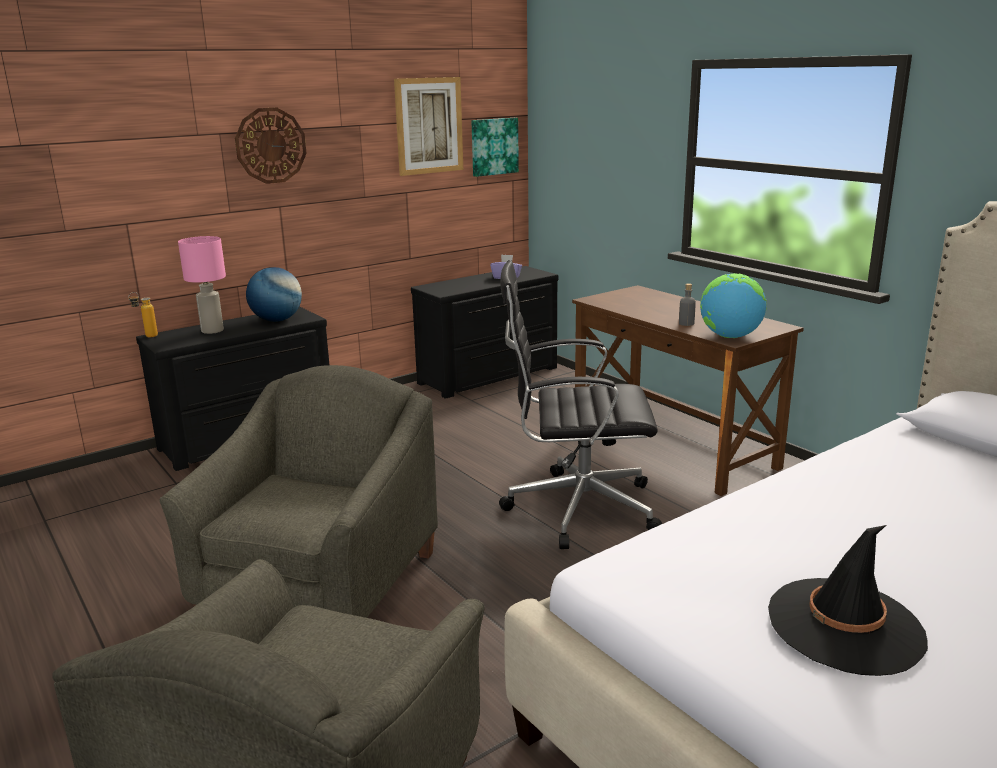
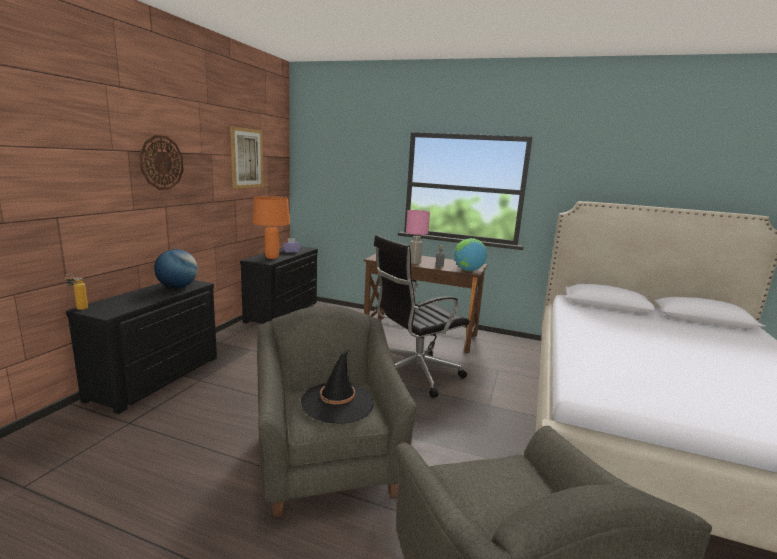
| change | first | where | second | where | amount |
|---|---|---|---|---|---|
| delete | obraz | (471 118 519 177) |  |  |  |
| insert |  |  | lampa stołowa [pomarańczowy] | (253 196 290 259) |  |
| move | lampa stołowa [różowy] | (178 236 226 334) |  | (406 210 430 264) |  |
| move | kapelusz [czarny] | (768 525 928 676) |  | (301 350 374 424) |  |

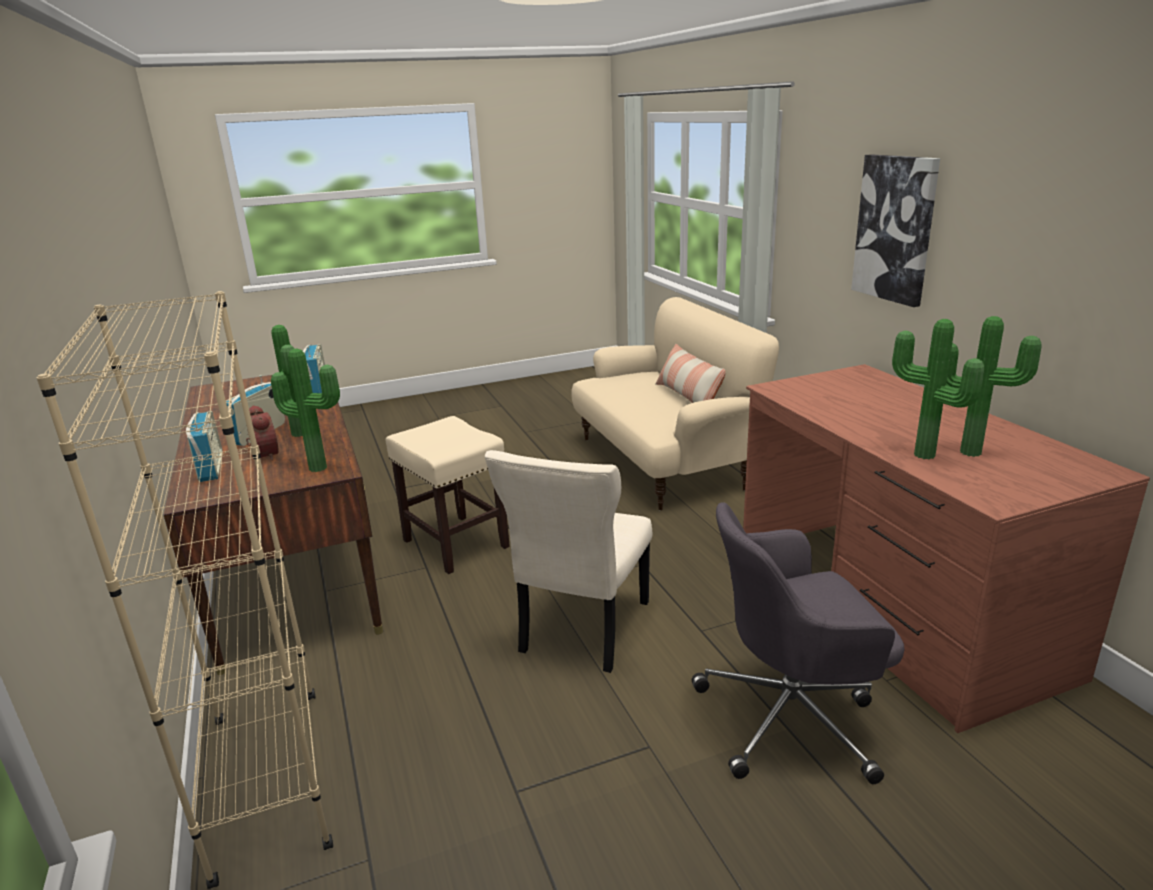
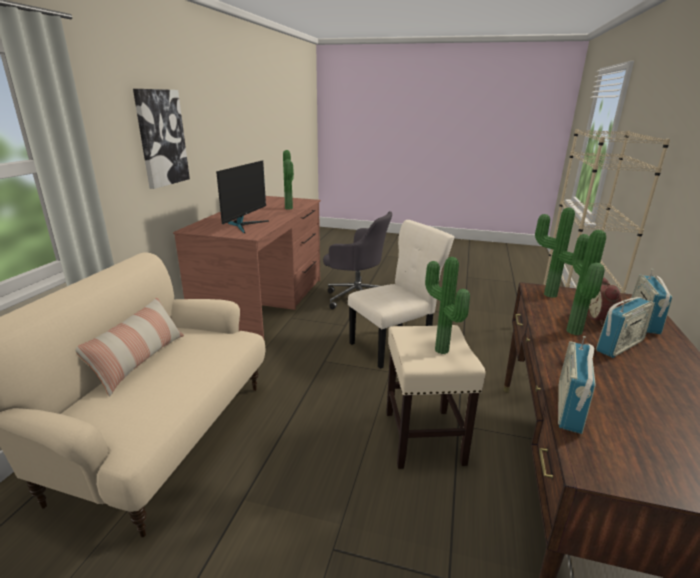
| change | first | where | second | where | amount |
|---|---|---|---|---|---|
| insert |  |  | monitor | (216 160 269 233) |  |
| move | roślina doniczkowa | (946 316 1042 457) |  | (425 257 470 354) |  |

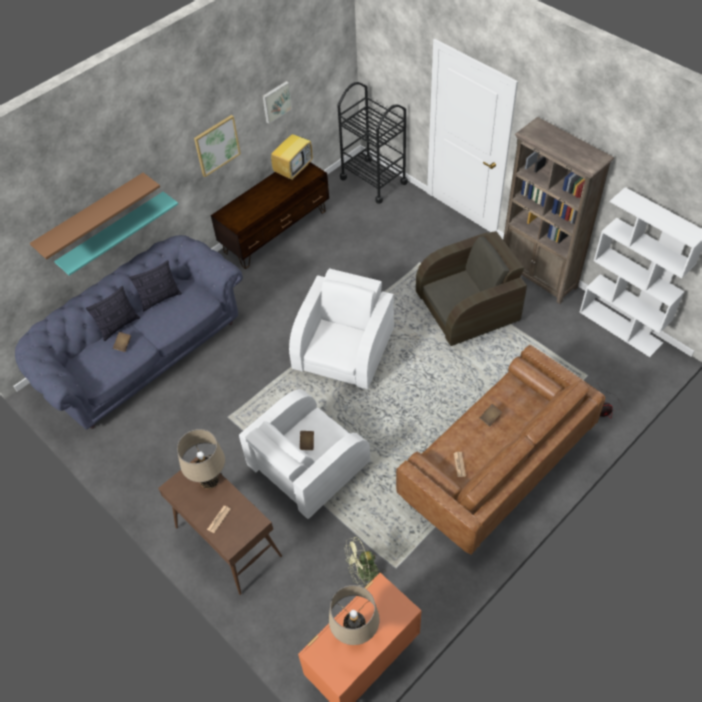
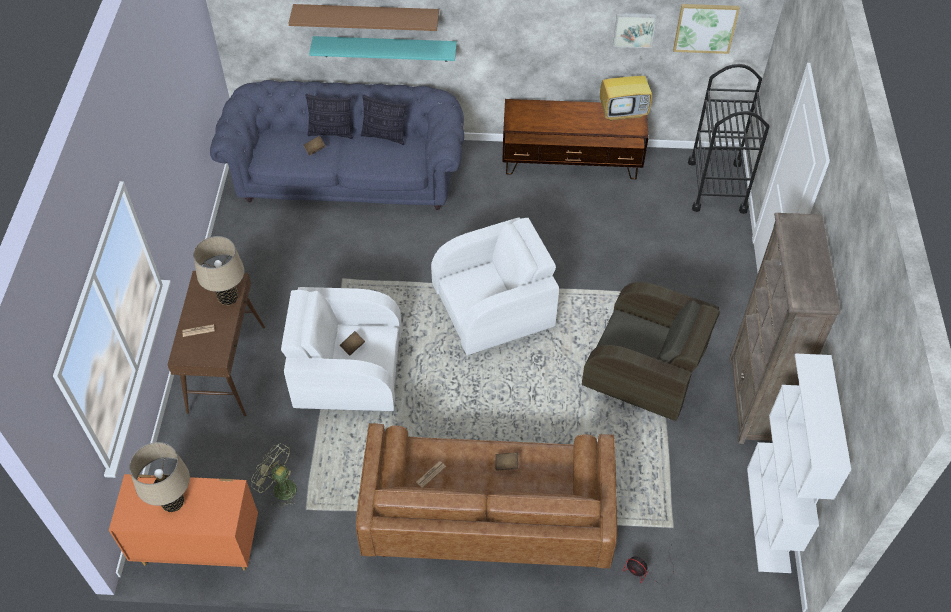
| change | first | where | second | where | amount |
|---|---|---|---|---|---|
| move | obraz | (194 115 241 177) |  | (673 4 740 54) |  |

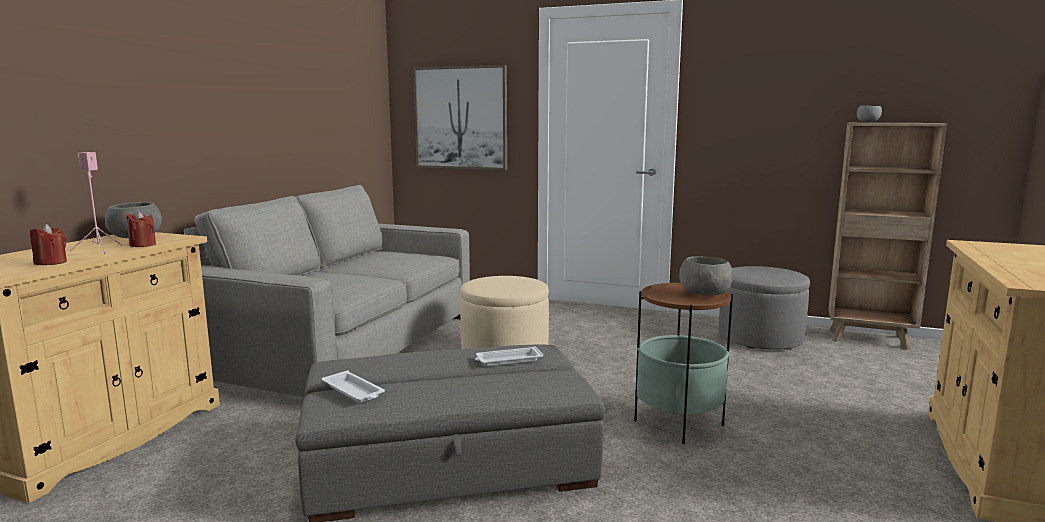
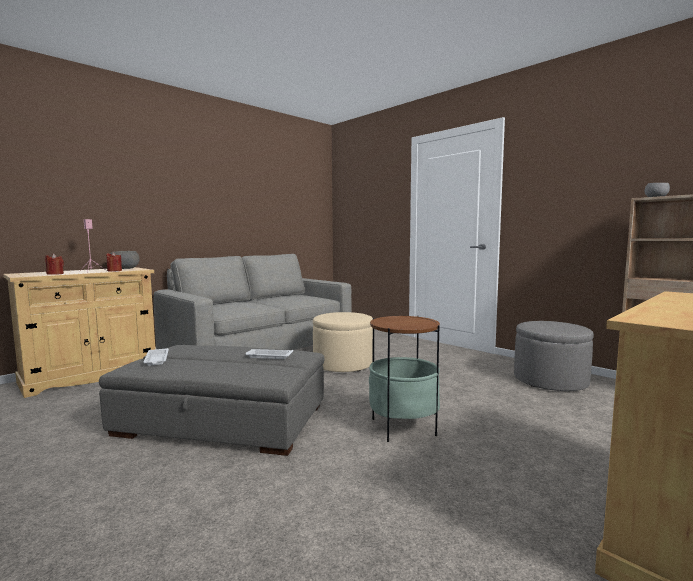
| change | first | where | second | where | amount |
|---|---|---|---|---|---|
| delete | obraz | (413 65 507 170) |  |  |  |
| delete | miska [szary] | (679 256 733 296) |  |  |  |

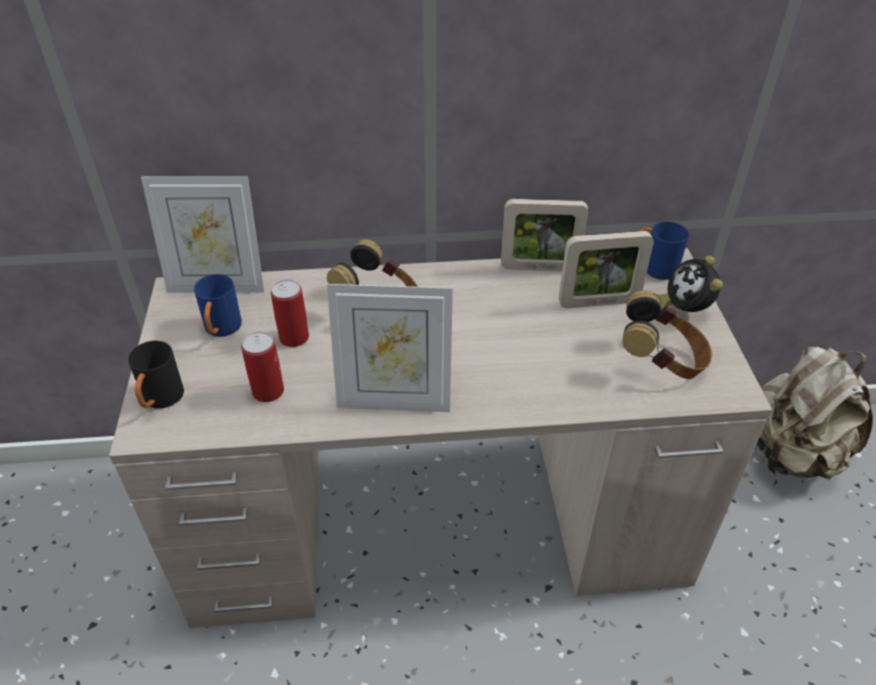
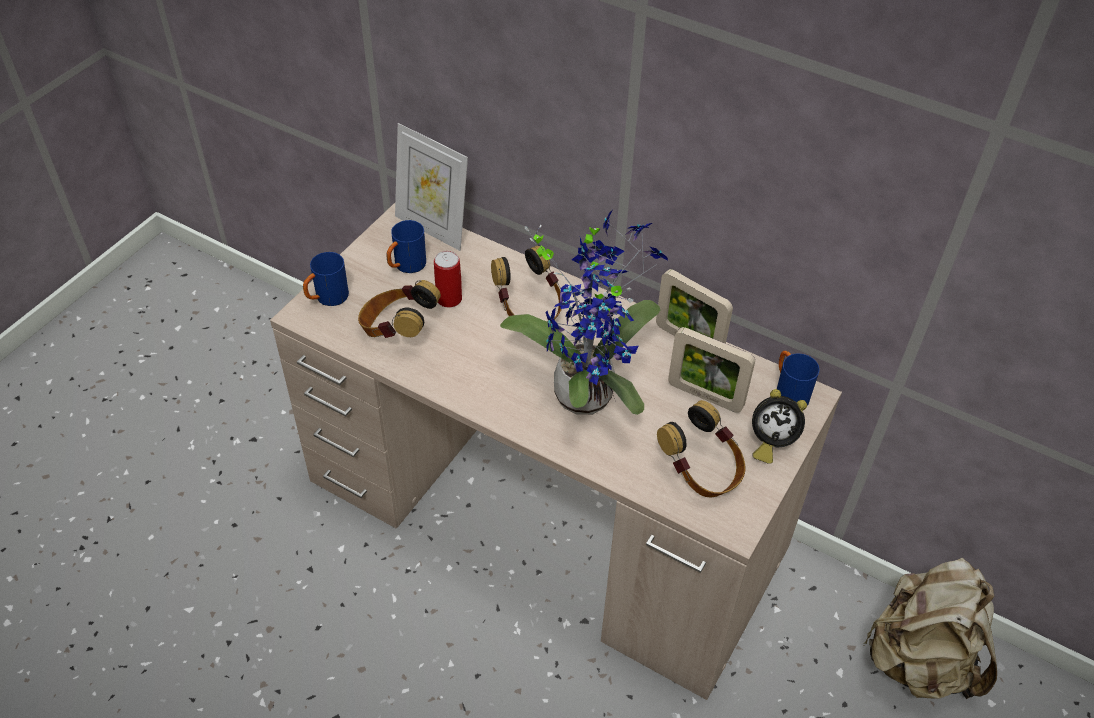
| change | first | where | second | where | amount |
|---|---|---|---|---|---|
| delete | ramka na zdjęcie | (327 284 453 412) |  |  |  |
| insert |  |  | roślina doniczkowa | (500 211 668 415) |  |
| replace | puszka | (241 332 284 402) | słuchawki | (358 280 441 338) |  |
| recolor | kubek [czarny] | (128 341 184 409) | kubek [niebieski] | (303 252 349 306) |  |
| rotate | budzik | (657 255 723 312) |  | (752 389 807 464) | 105 degrees counterclockwise |

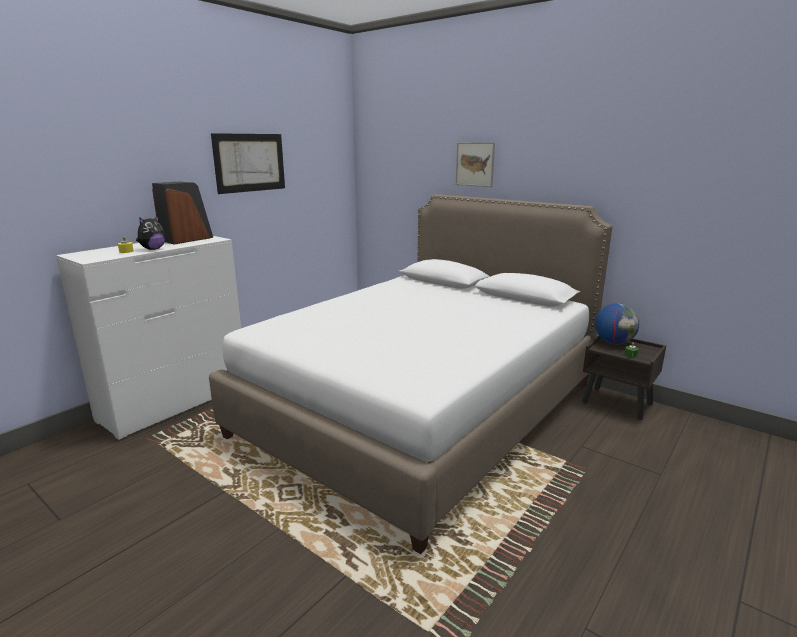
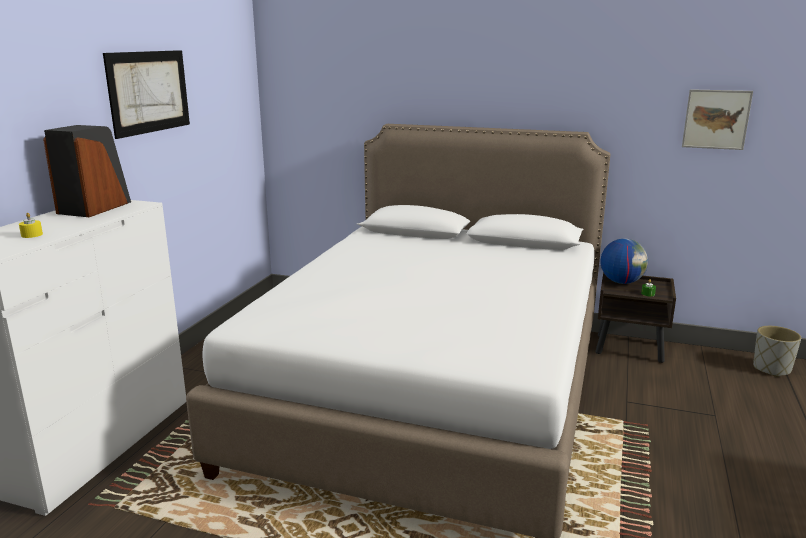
| change | first | where | second | where | amount |
|---|---|---|---|---|---|
| delete | pluszak | (136 216 166 250) |  |  |  |
| insert |  |  | donica [szary] | (753 326 801 377) |  |
| move | obraz | (456 142 495 187) |  | (682 89 753 150) |  |

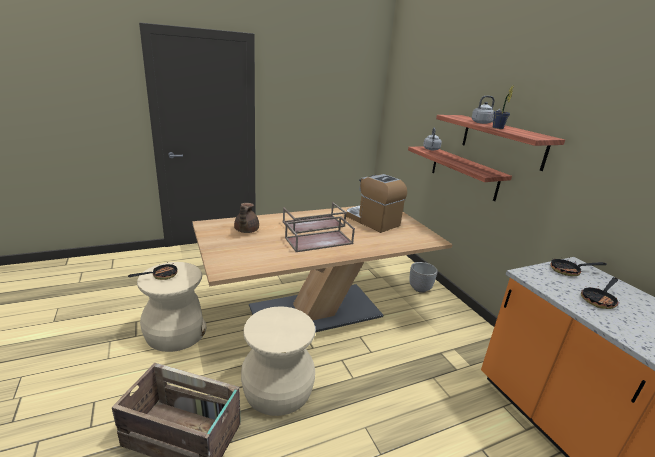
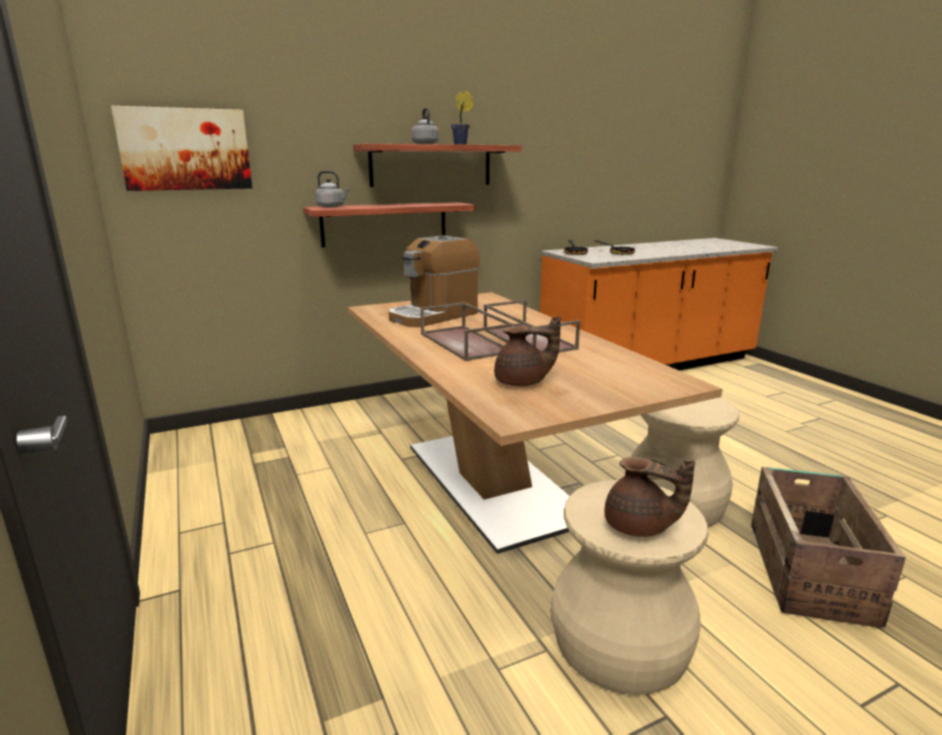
| change | first | where | second | where | amount |
|---|---|---|---|---|---|
| delete | donica | (409 262 438 293) |  |  |  |
| insert |  |  | obraz | (111 106 252 191) |  |
| replace | patelnia | (128 262 178 280) | imbryk [brązowy] | (605 457 695 537) |  |

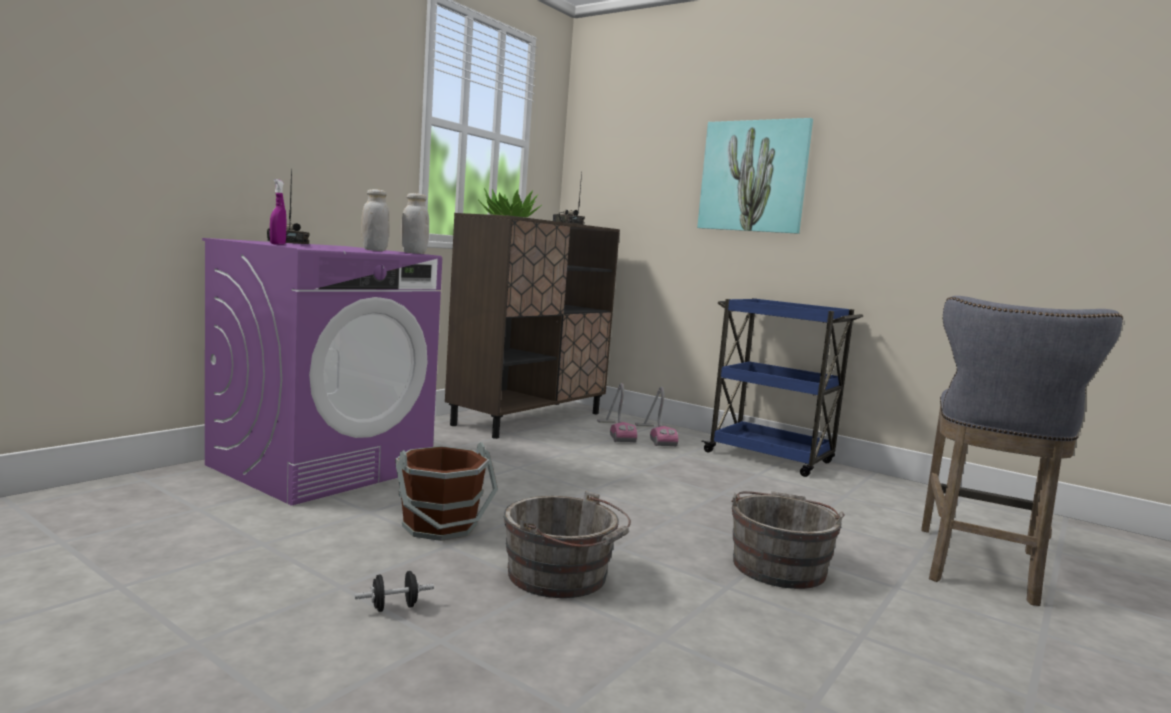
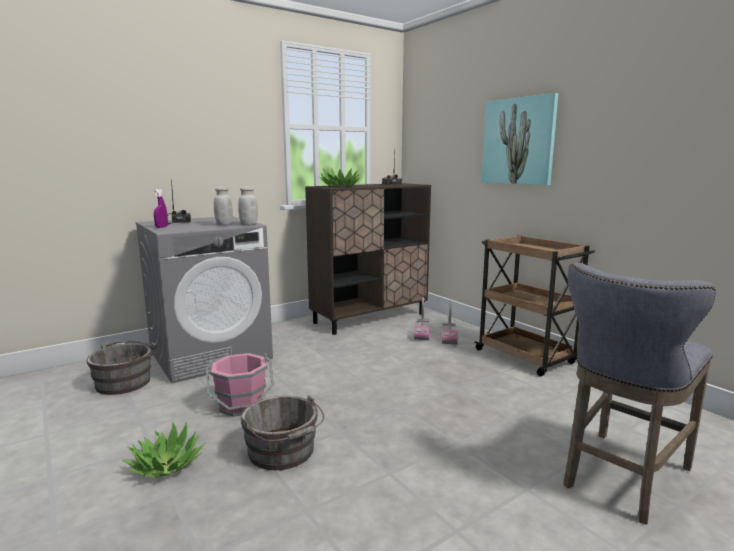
| change | first | where | second | where | amount |
|---|---|---|---|---|---|
| move | wiadro [szary] | (732 491 845 589) |  | (87 341 158 395) |  |
| replace | hantel [czarny] | (355 571 434 612) | roślina doniczkowa | (122 422 206 478) |  |
| recolor | pralka [fioletowy] | (202 238 442 505) | pralka [szary] | (136 216 273 383) |  |
| recolor | wiadro [brązowy] | (395 442 498 541) | wiadro [różowy] | (206 353 274 416) |  |
| recolor | wózek [niebieski] | (701 298 863 477) | wózek [brązowy] | (475 235 595 376) |  |

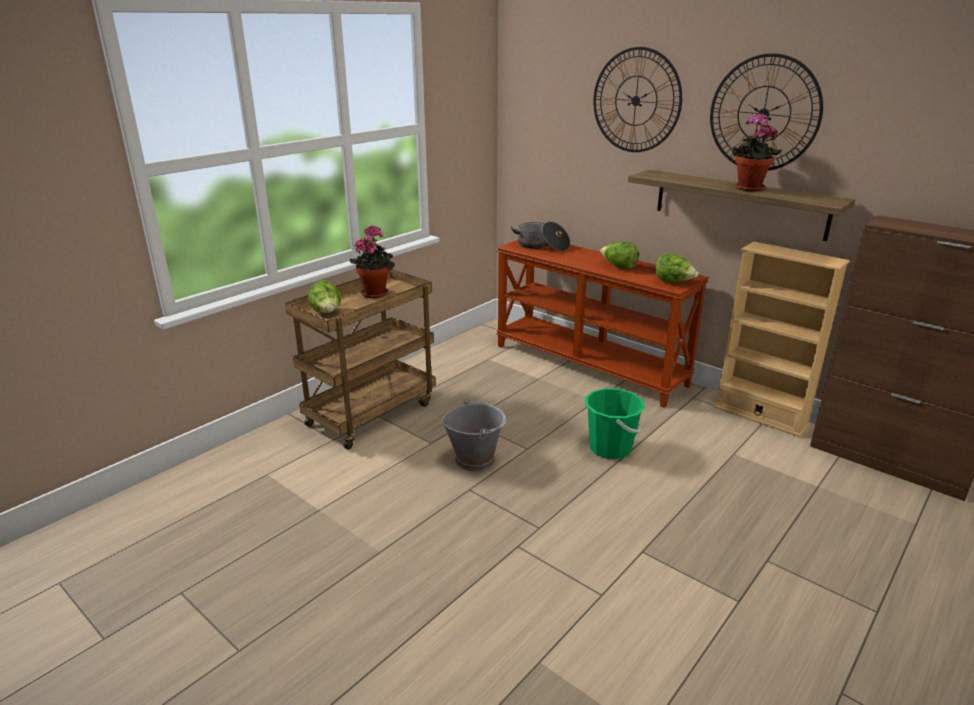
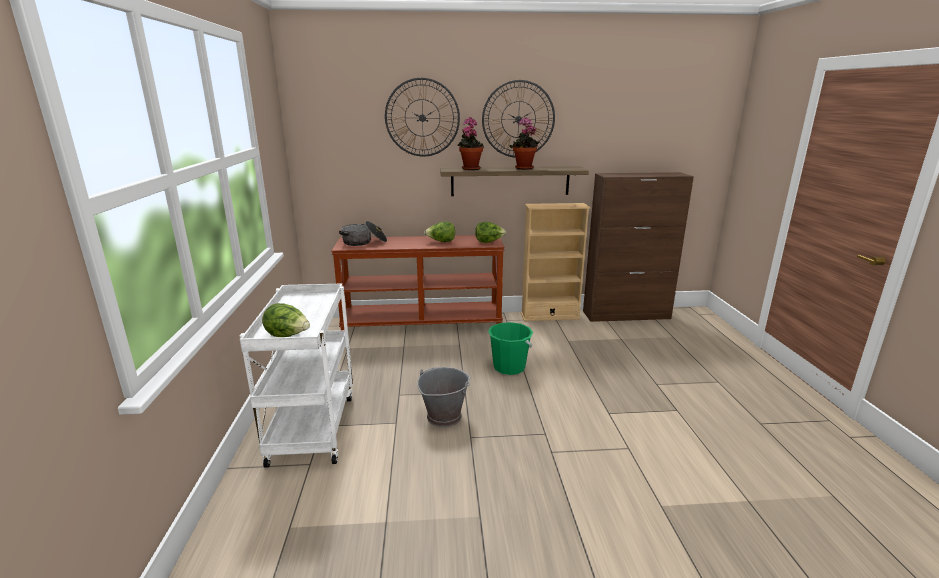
| change | first | where | second | where | amount |
|---|---|---|---|---|---|
| move | roślina doniczkowa | (350 225 395 298) |  | (458 117 484 170) |  |
| recolor | wózek [brązowy] | (285 269 436 449) | wózek [biały] | (240 284 353 468) |  |

